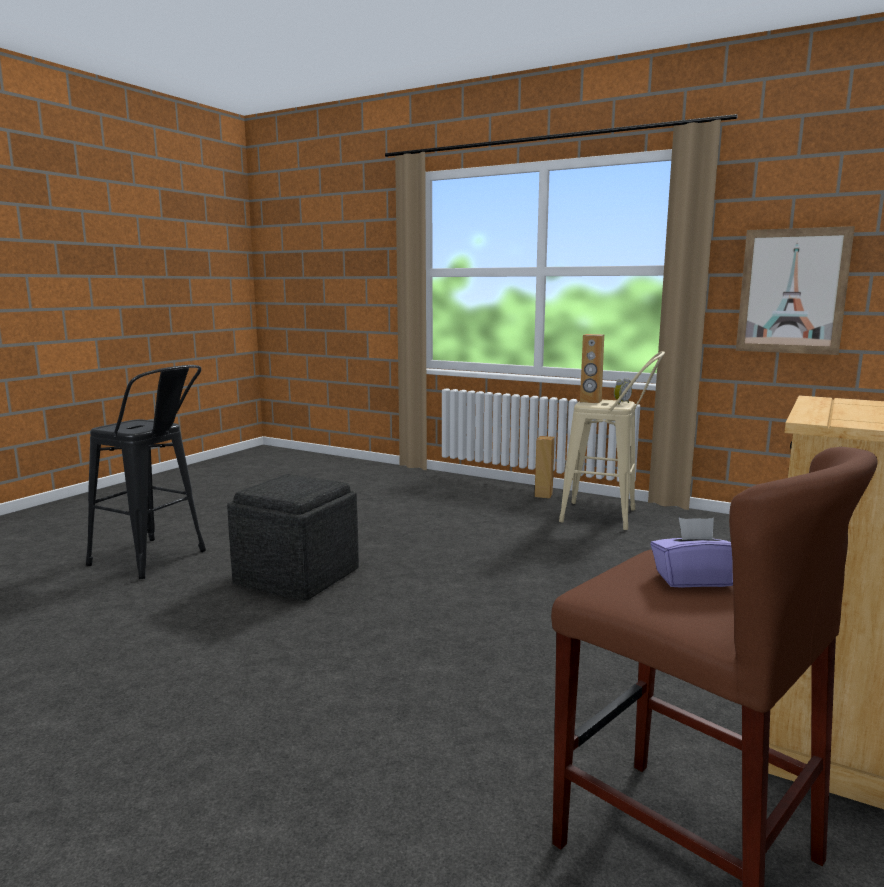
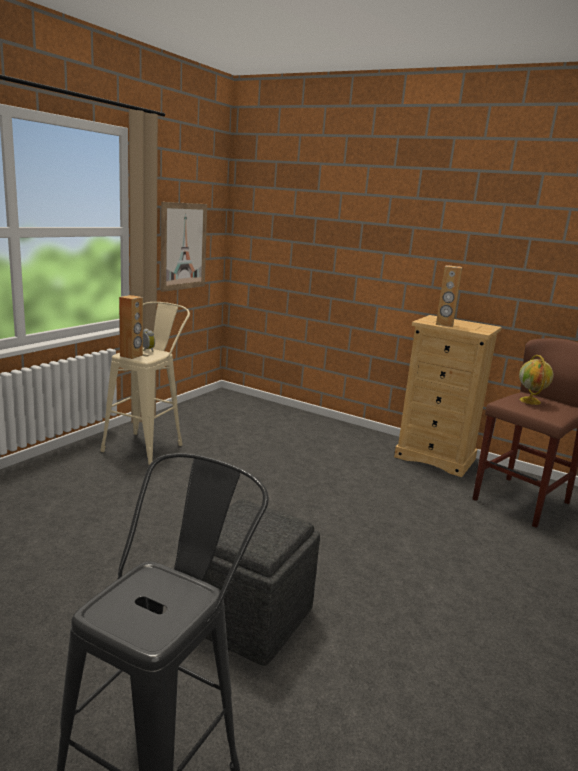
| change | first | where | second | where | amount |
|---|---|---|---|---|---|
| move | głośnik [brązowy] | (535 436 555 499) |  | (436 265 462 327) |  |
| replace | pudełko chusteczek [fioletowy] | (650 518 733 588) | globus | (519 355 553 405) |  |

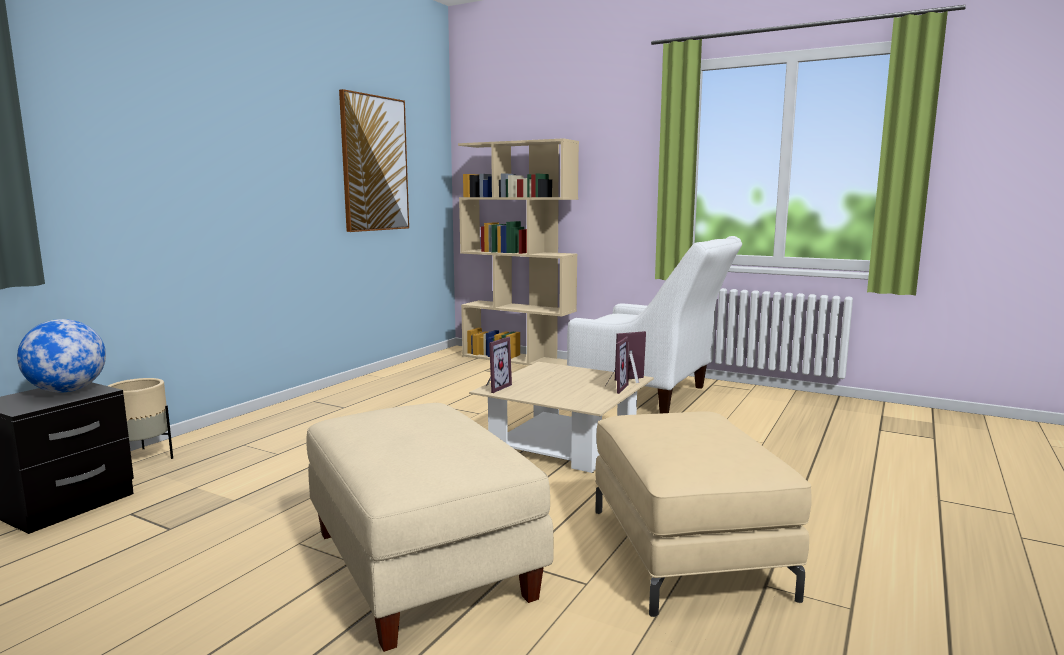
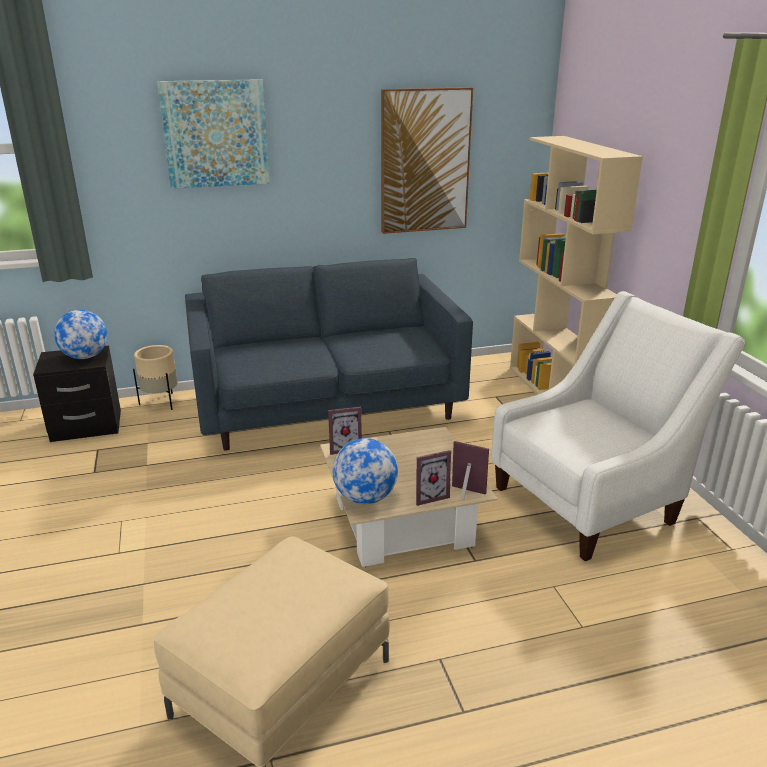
| change | first | where | second | where | amount |
|---|---|---|---|---|---|
| delete | pufa [beżowy] | (306 403 553 652) |  |  |  |
| insert |  |  | obraz | (157 79 270 189) |  |
| insert |  |  | kanapa [niebieski] | (185 258 473 451) |  |
| insert |  |  | globus | (332 438 398 504) |  |
| rotate | fotel [biały] | (567 236 742 413) |  | (491 291 745 561) | 105 degrees counterclockwise |

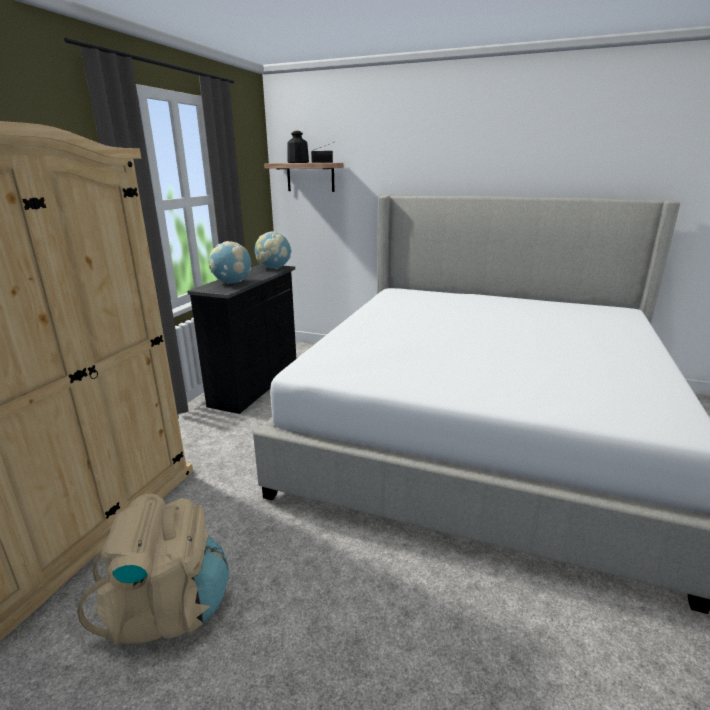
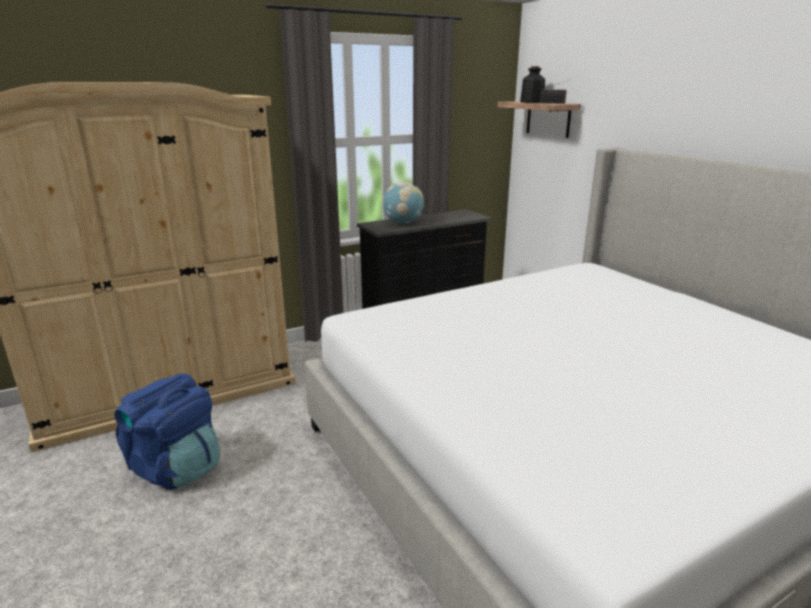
| change | first | where | second | where | amount |
|---|---|---|---|---|---|
| delete | globus | (255 231 292 269) |  |  |  |
| recolor | plecak [beżowy] | (77 494 229 646) | plecak [niebieski] | (114 374 220 490) |  |

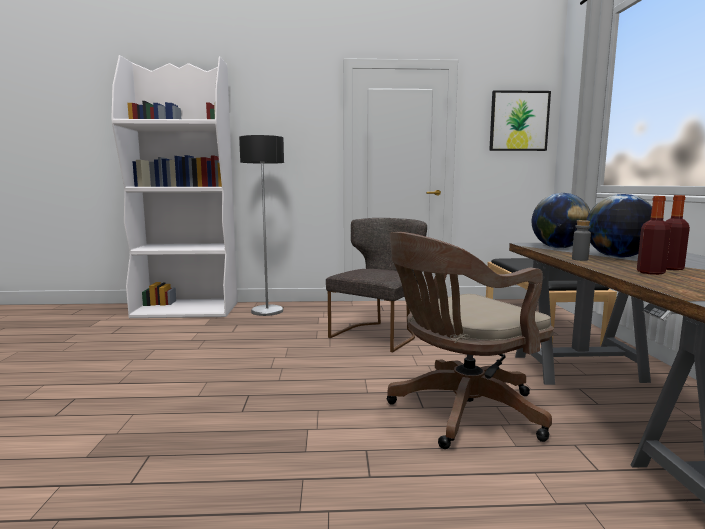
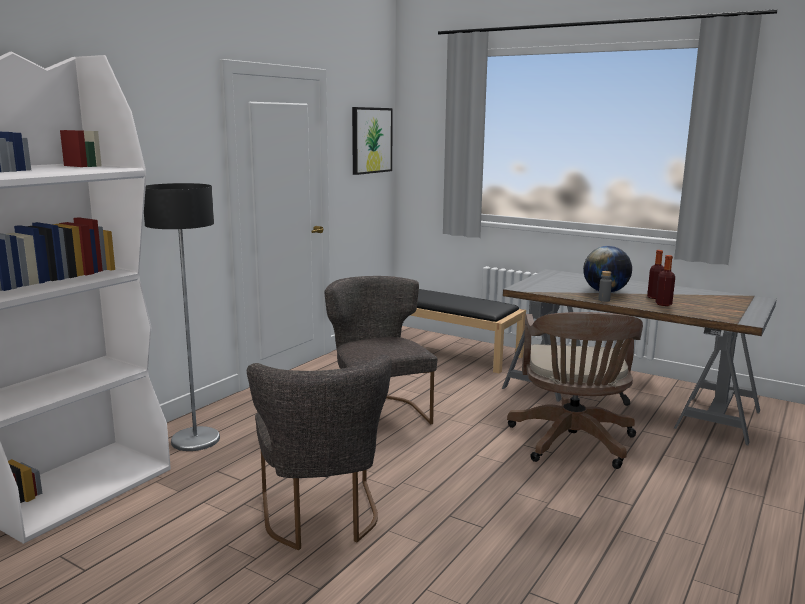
| change | first | where | second | where | amount |
|---|---|---|---|---|---|
| delete | globus | (532 193 590 248) |  |  |  |
| insert |  |  | krzesło [szary] | (247 355 392 550) |  |

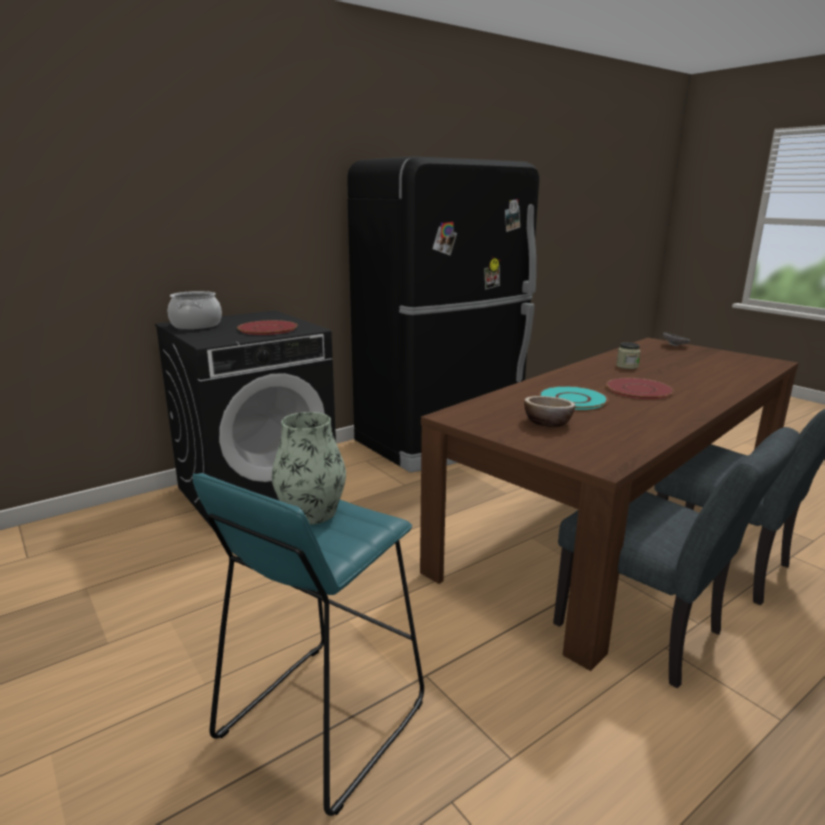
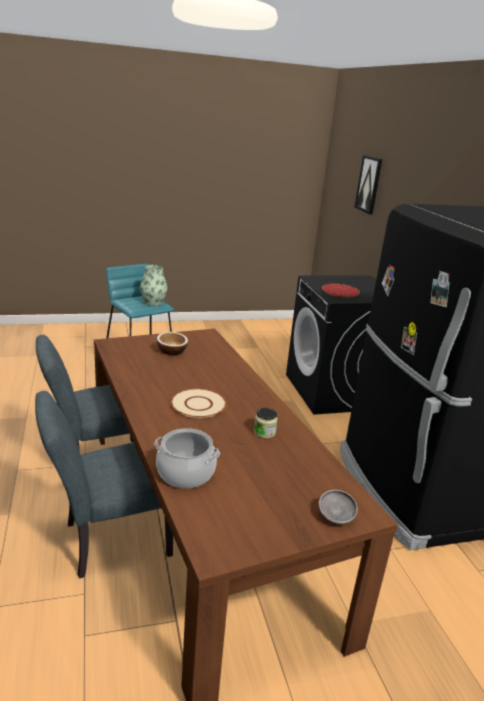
| change | first | where | second | where | amount |
|---|---|---|---|---|---|
| delete | talerz [turkusowy] | (539 386 609 410) |  |  |  |
| insert |  |  | obraz | (355 155 383 214) |  |
| move | garnek | (168 291 222 330) |  | (154 428 220 488) |  |
| recolor | talerz [czerwony] | (606 378 674 399) | talerz [beżowy] | (171 389 226 418) |  |

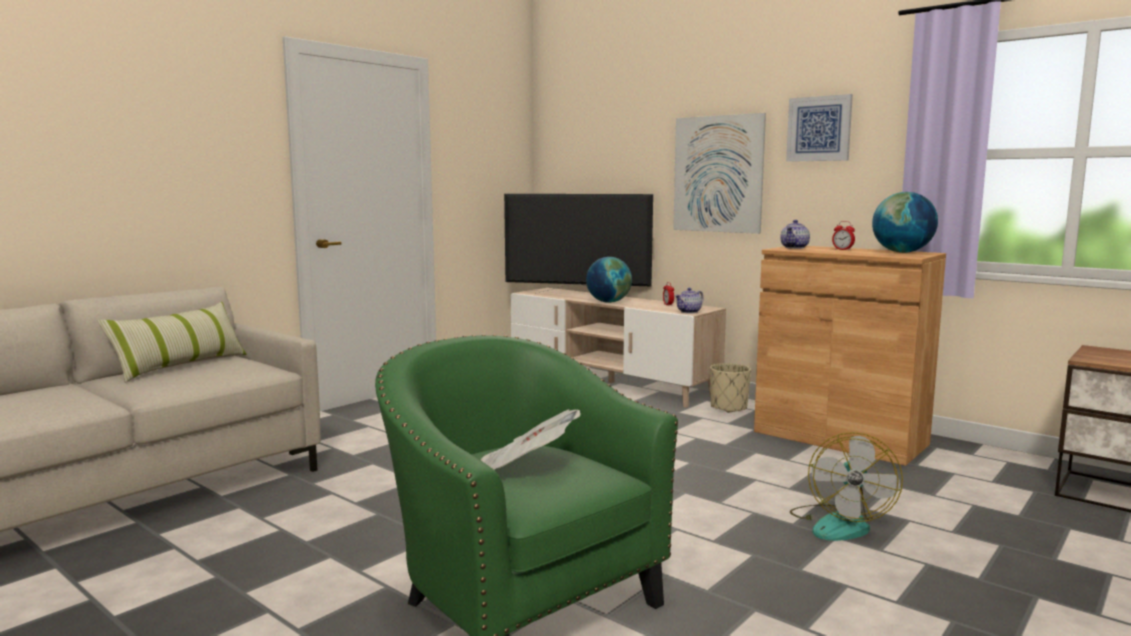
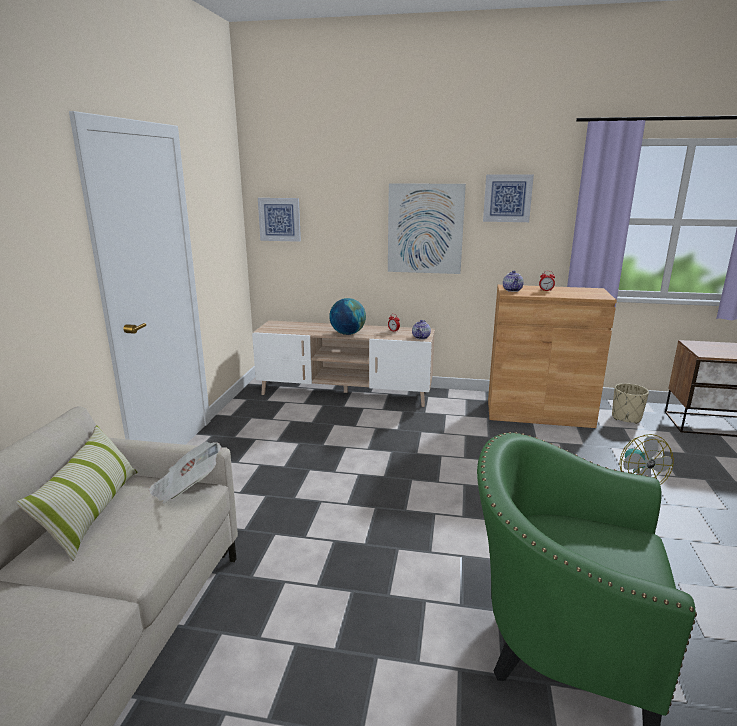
| change | first | where | second | where | amount |
|---|---|---|---|---|---|
| delete | telewizor | (504 194 653 294) |  |  |  |
| delete | globus | (872 192 938 253) |  |  |  |
| insert |  |  | obraz | (258 198 301 242) |  |
| move | gazeta | (481 410 581 470) |  | (149 441 222 504) |  |
| move | donica [beżowy] | (710 363 751 413) |  | (612 383 649 424) |  |

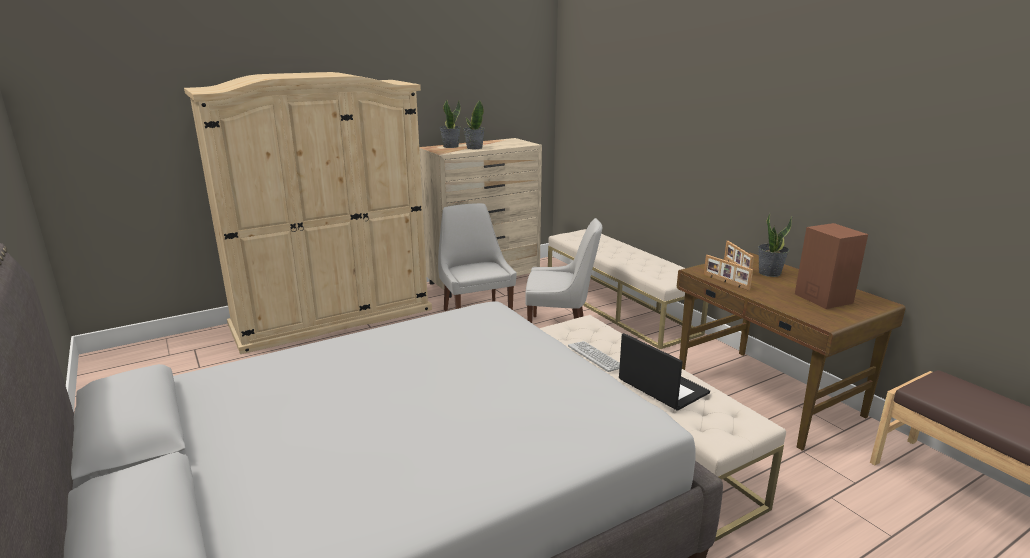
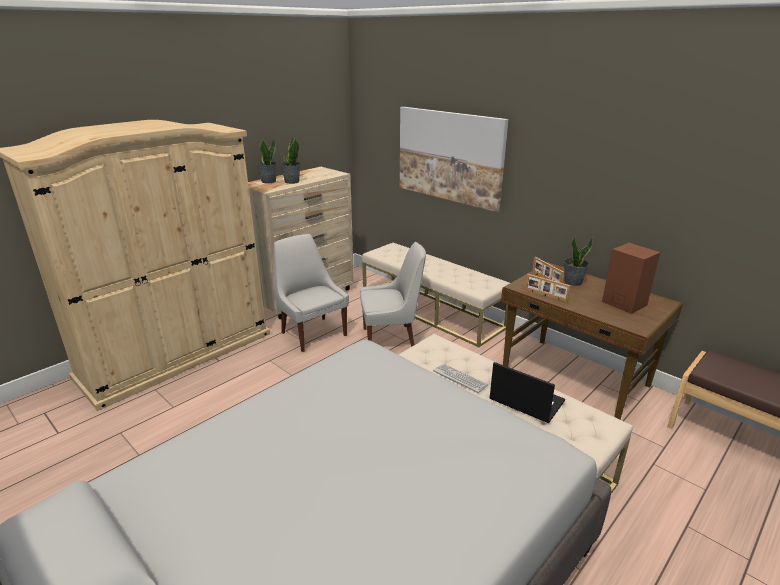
| change | first | where | second | where | amount |
|---|---|---|---|---|---|
| insert |  |  | obraz | (400 107 509 212) |  |

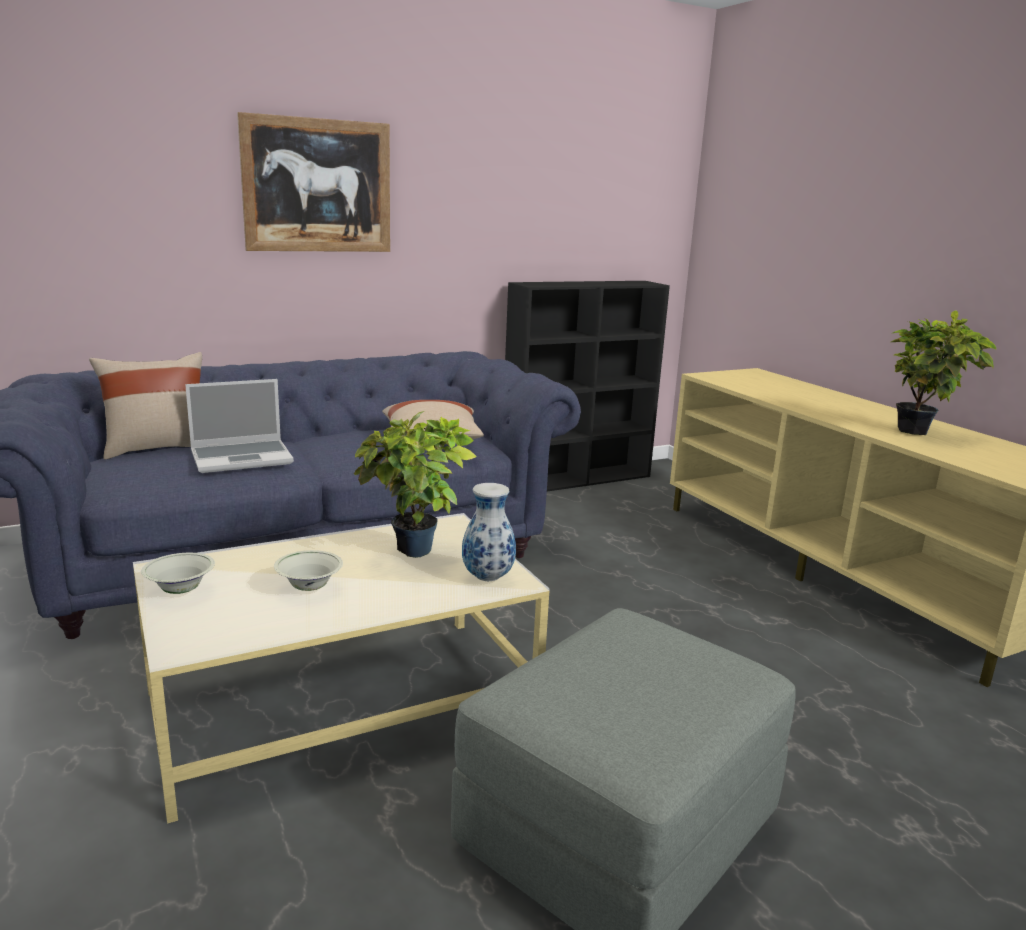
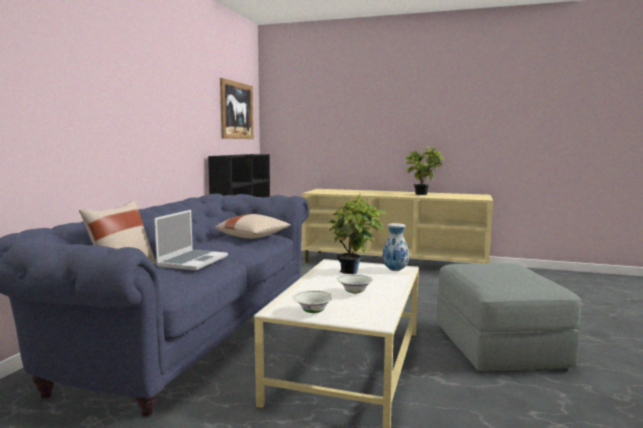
| change | first | where | second | where | amount |
|---|---|---|---|---|---|
| move | obraz | (237 112 390 252) |  | (220 78 254 139) |  |

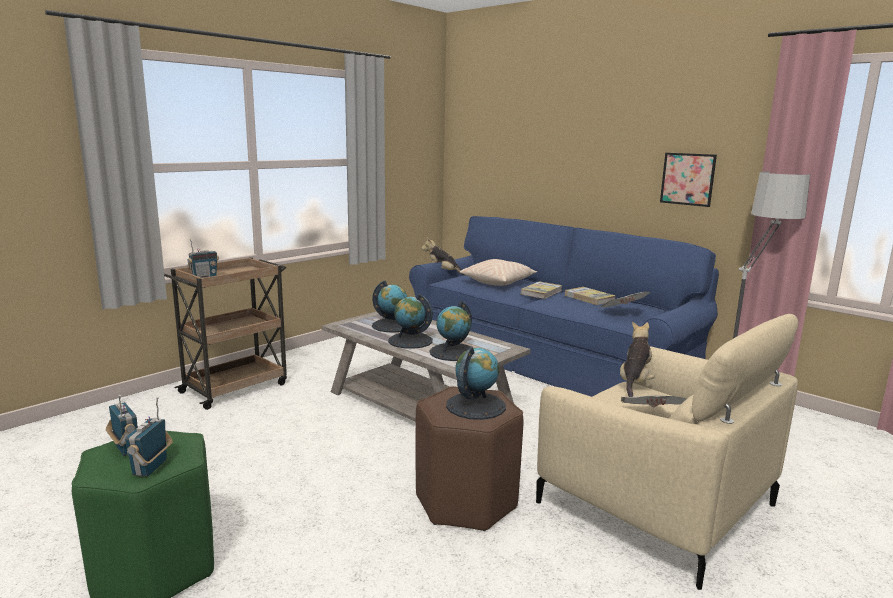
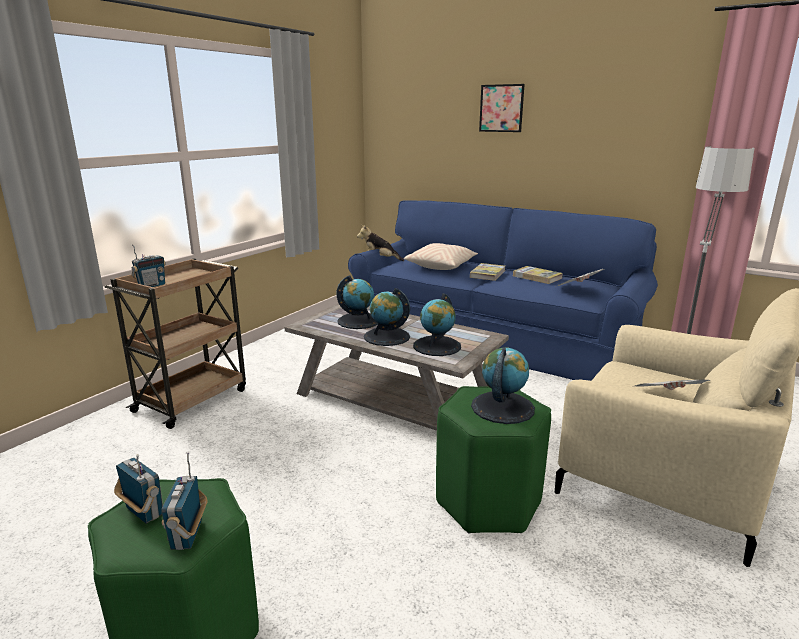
| change | first | where | second | where | amount |
|---|---|---|---|---|---|
| delete | pluszak | (620 321 655 397) |  |  |  |
| move | obraz | (660 153 717 207) |  | (479 84 525 132) |  |
| recolor | stołek [brązowy] | (416 386 523 531) | stołek [zielony] | (436 386 551 534) |  |

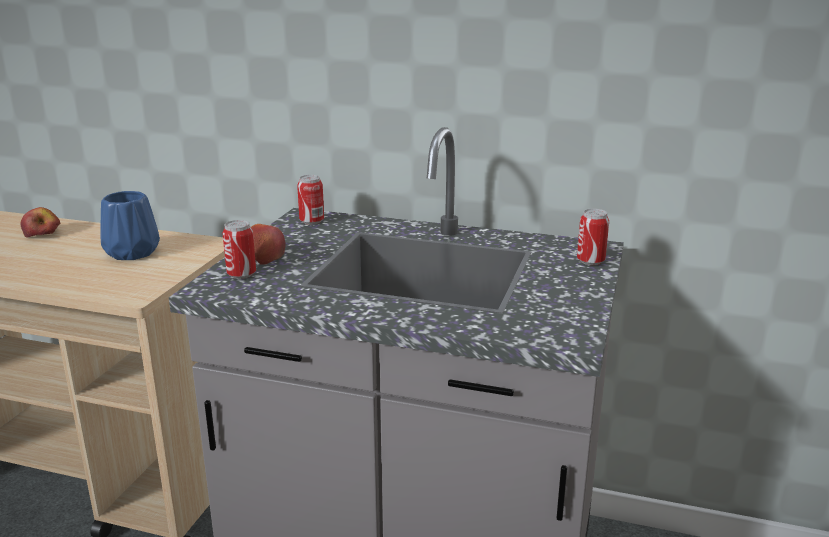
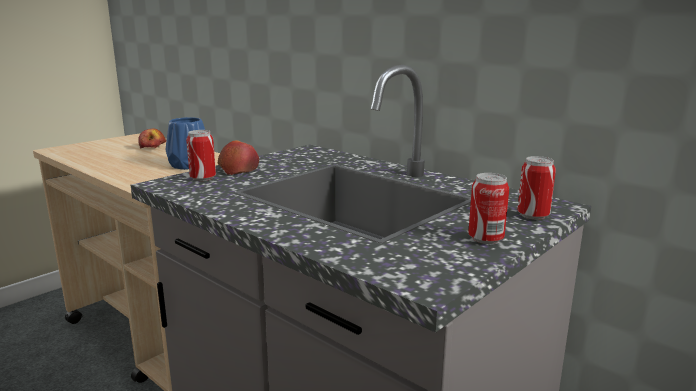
| change | first | where | second | where | amount |
|---|---|---|---|---|---|
| move | puszka | (297 175 324 225) |  | (468 173 509 244) |  |

